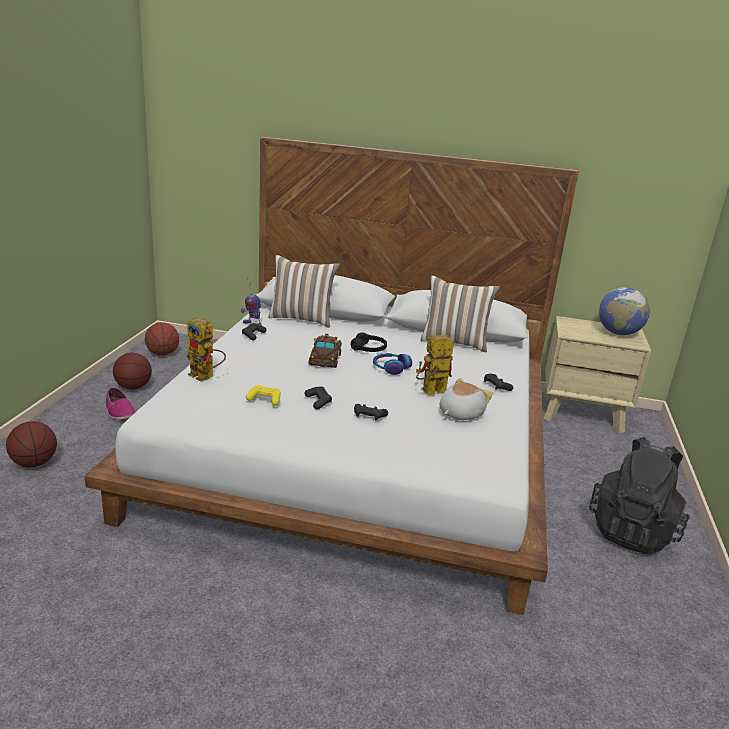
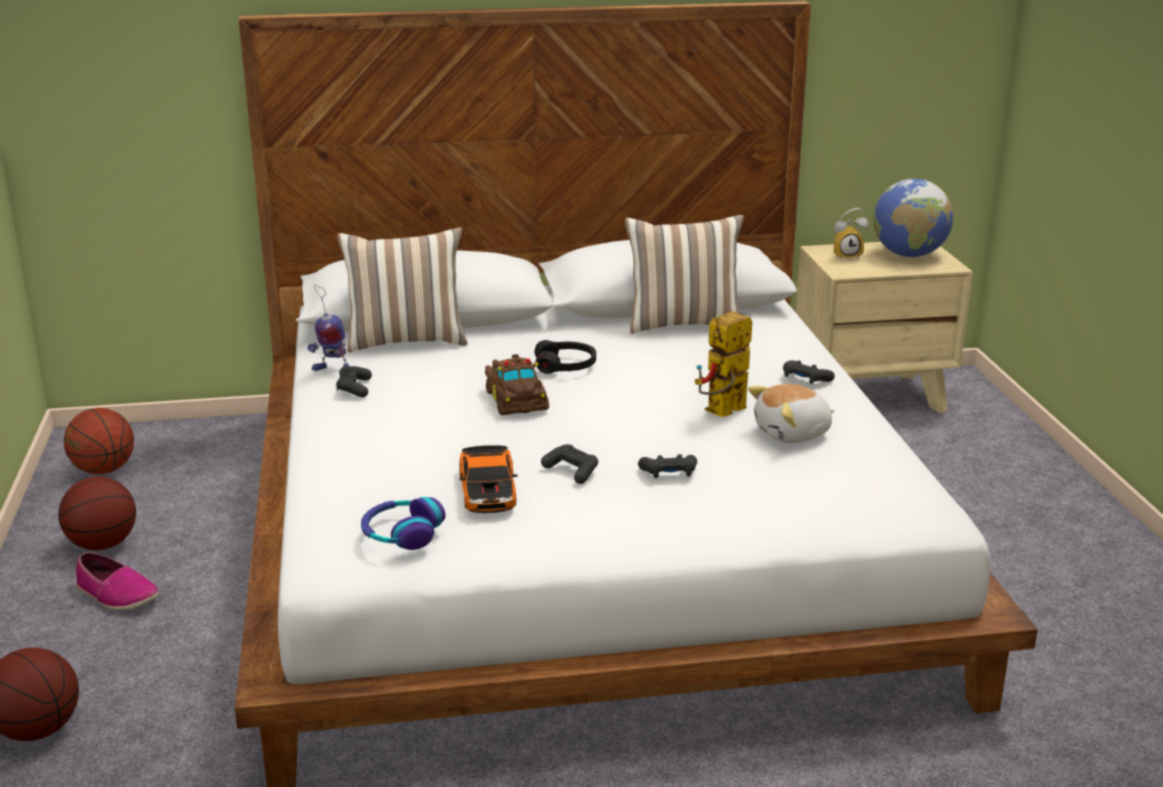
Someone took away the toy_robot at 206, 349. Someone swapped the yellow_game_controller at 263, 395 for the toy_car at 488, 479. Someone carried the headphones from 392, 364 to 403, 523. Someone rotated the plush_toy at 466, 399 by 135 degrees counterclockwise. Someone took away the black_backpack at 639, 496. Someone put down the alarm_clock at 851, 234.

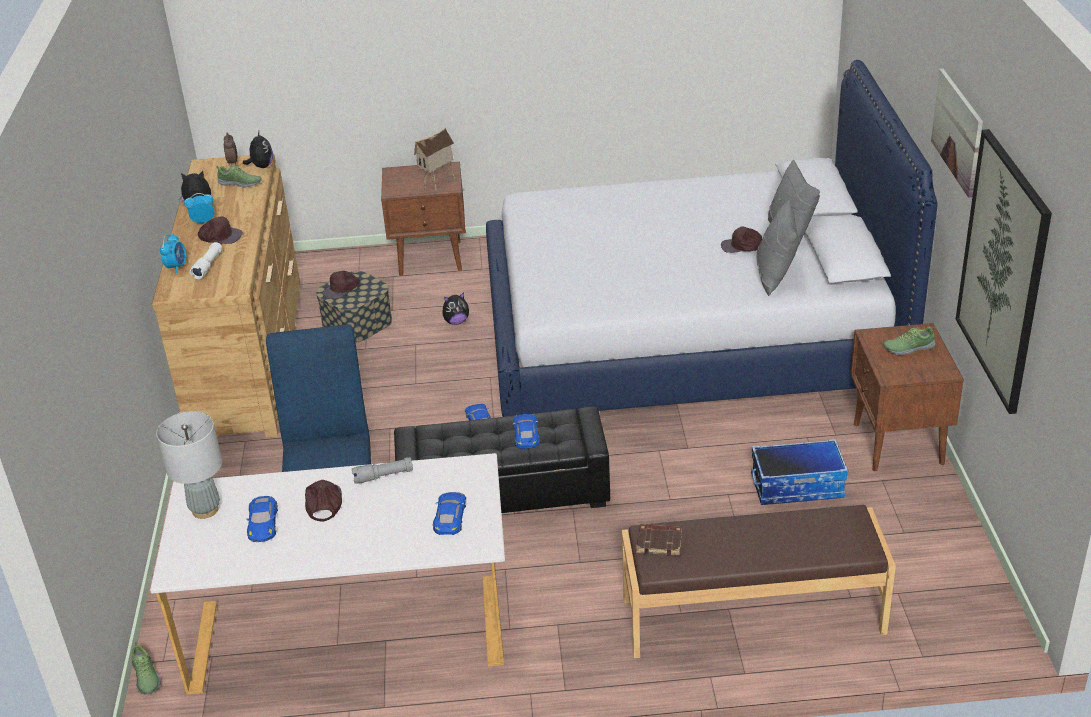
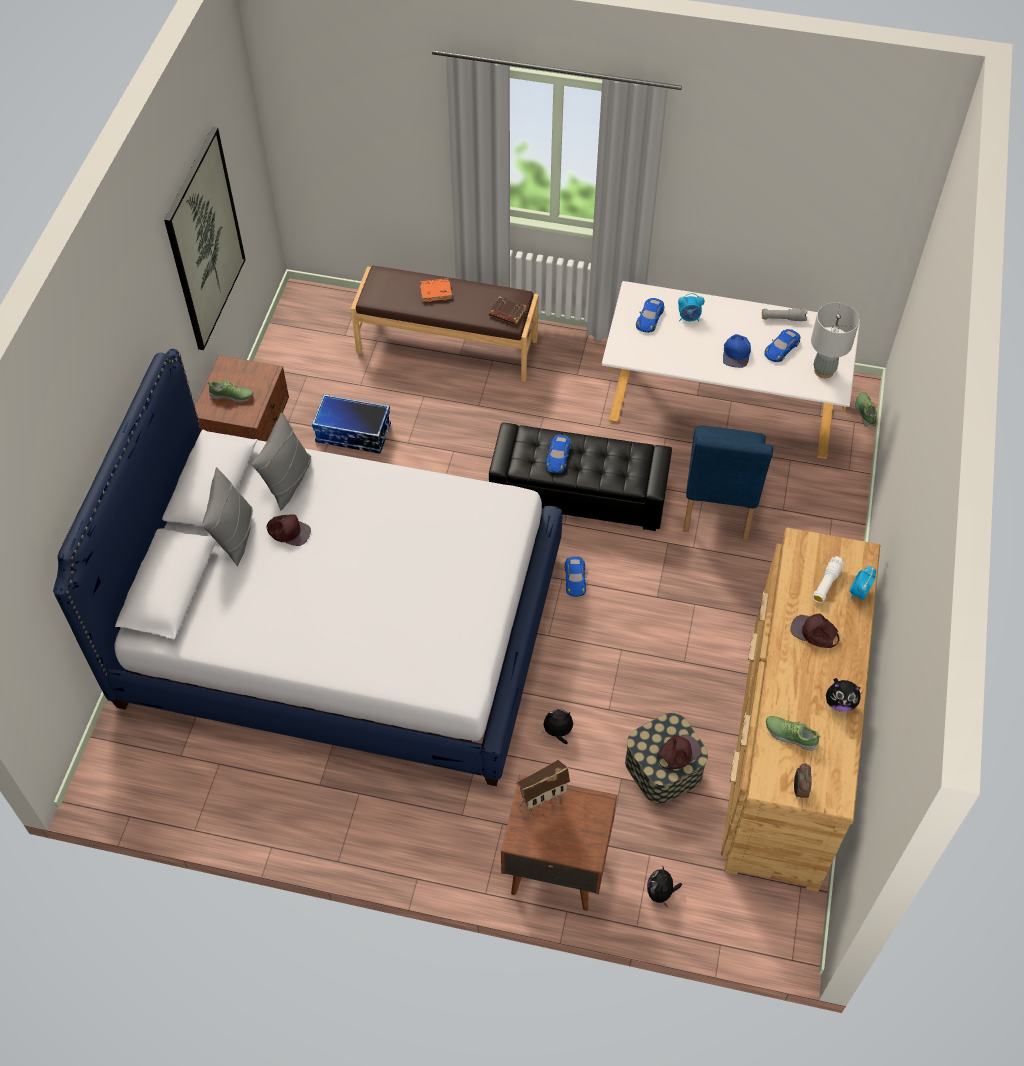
Someone carried the alarm_clock from 199, 208 to 691, 307. Someone carried the plush_toy from 258, 149 to 664, 887. Someone rotated the blue_toy_car at 262, 519 by 150 degrees counterclockwise. Someone repainted the brown_cap at 323, 501, which became the blue_cap at 737, 351. Someone carried the grey_flashlight from 382, 470 to 785, 314. Someone took away the picture at 957, 133. Someone put down the orange_book at 436, 290.

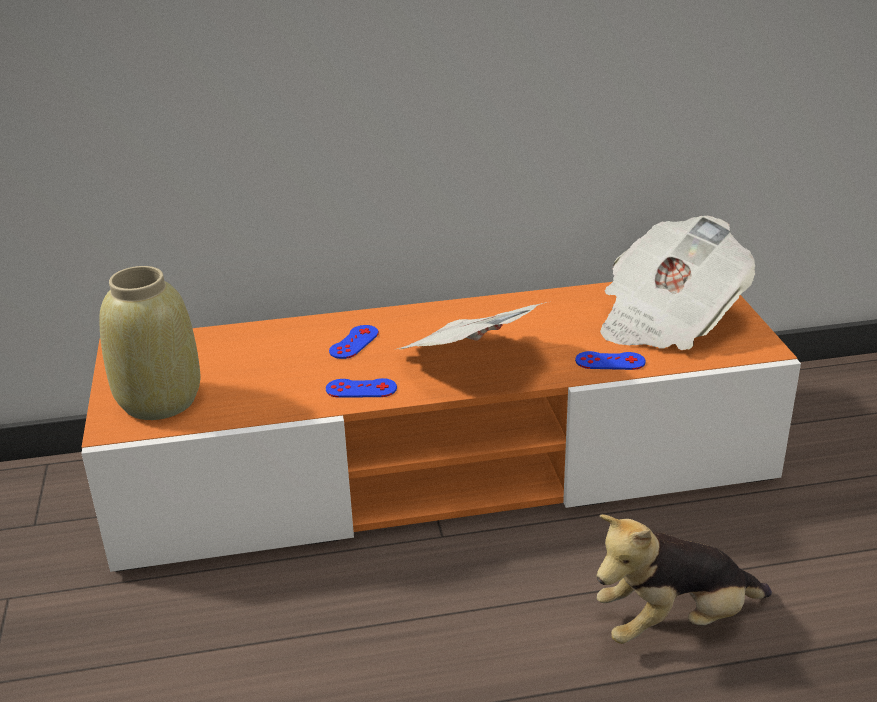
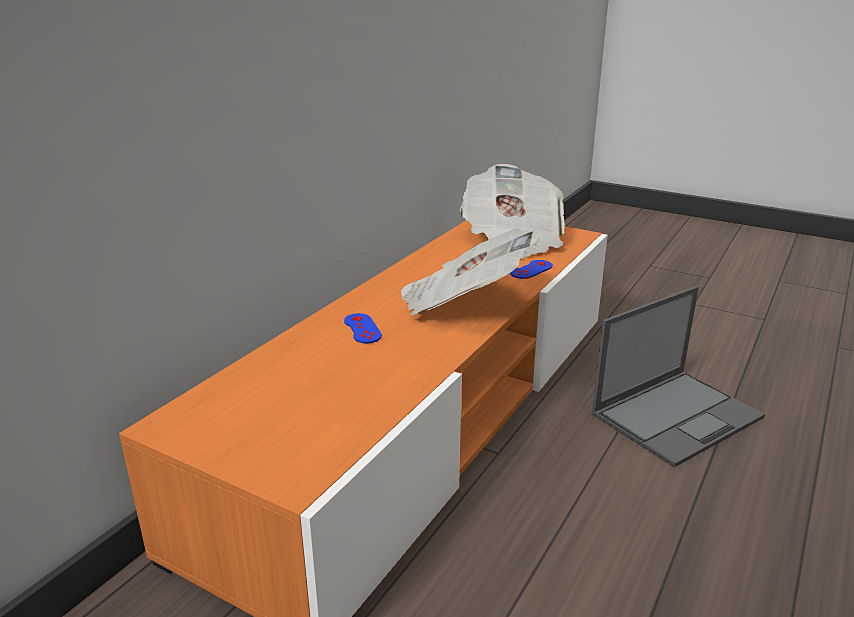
Someone took away the beige_vase at 150, 343. Someone took away the blue_game_controller at 361, 388. Someone swapped the plush_toy at 684, 579 for the laptop at 678, 376.

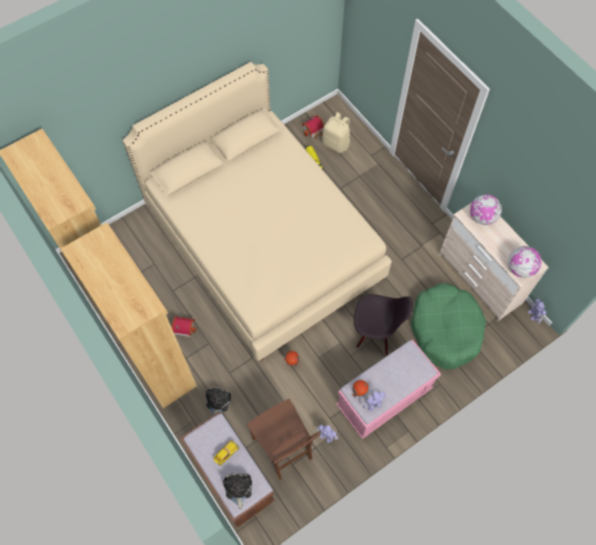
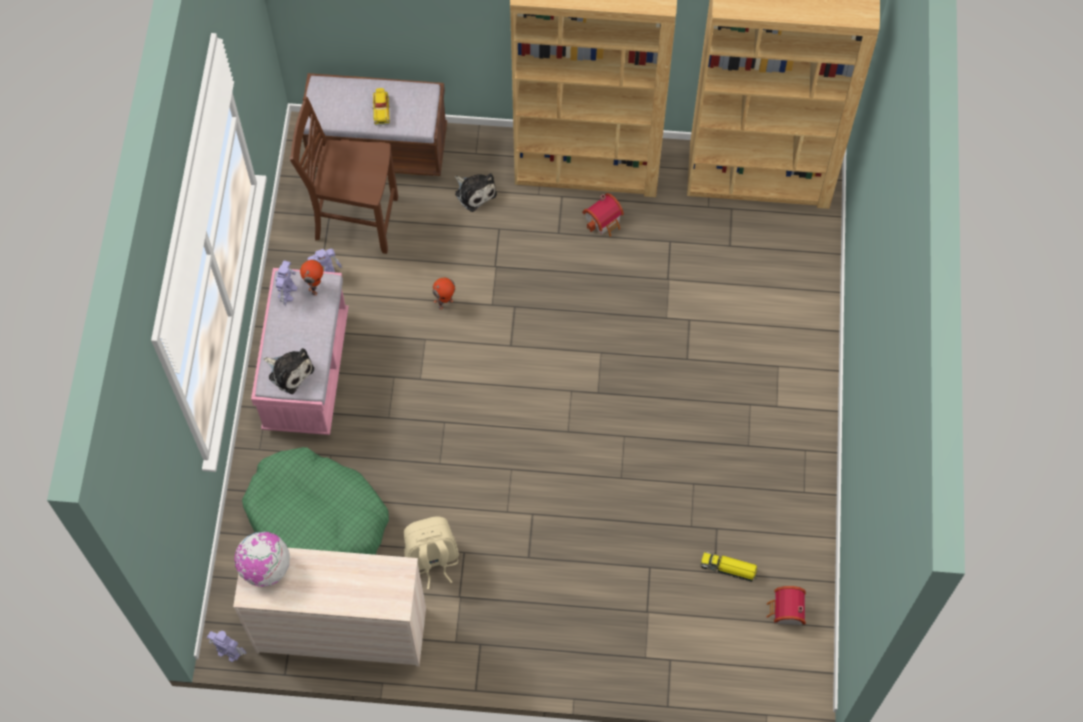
Someone took away the beige_bed at 257, 211. Someone carried the plush_toy from 237, 491 to 289, 371. Someone carried the beige_backpack from 336, 132 to 431, 553. Someone took away the black_chair at 383, 324. Someone took away the globe at 486, 209.

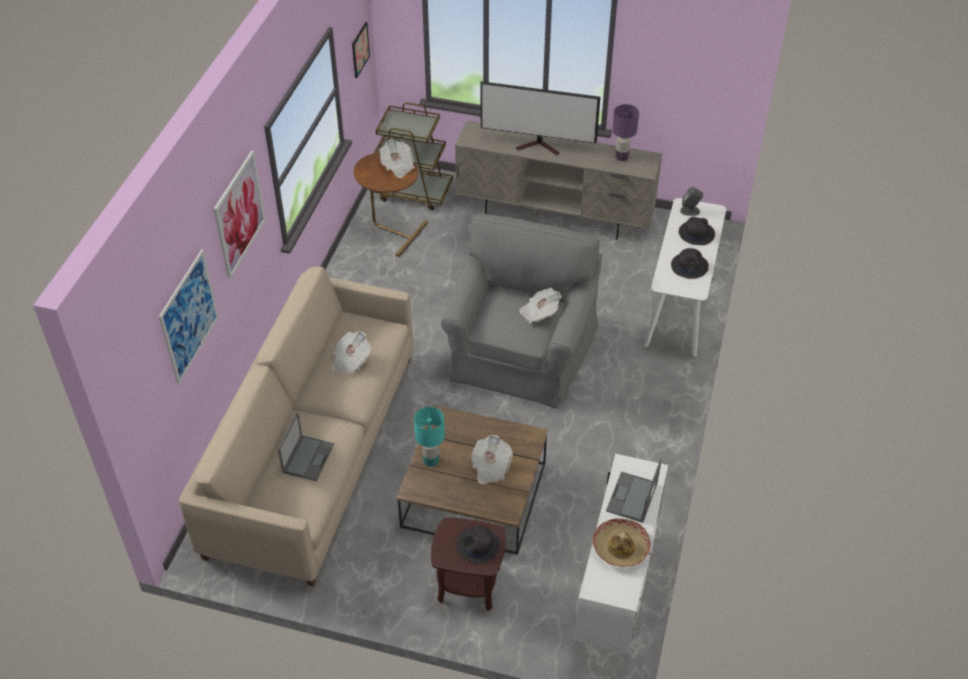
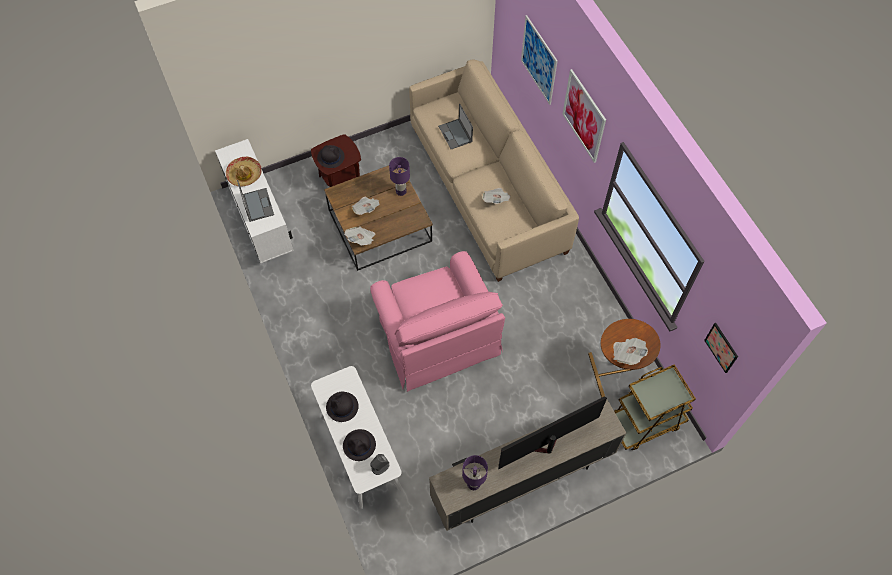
Someone repainted the turquoise_table_lamp at 429, 437, which became the purple_table_lamp at 399, 176. Someone repainted the grey_armchair at 521, 311, which became the pink_armchair at 437, 321. Someone carried the newspaper from 540, 306 to 360, 235.

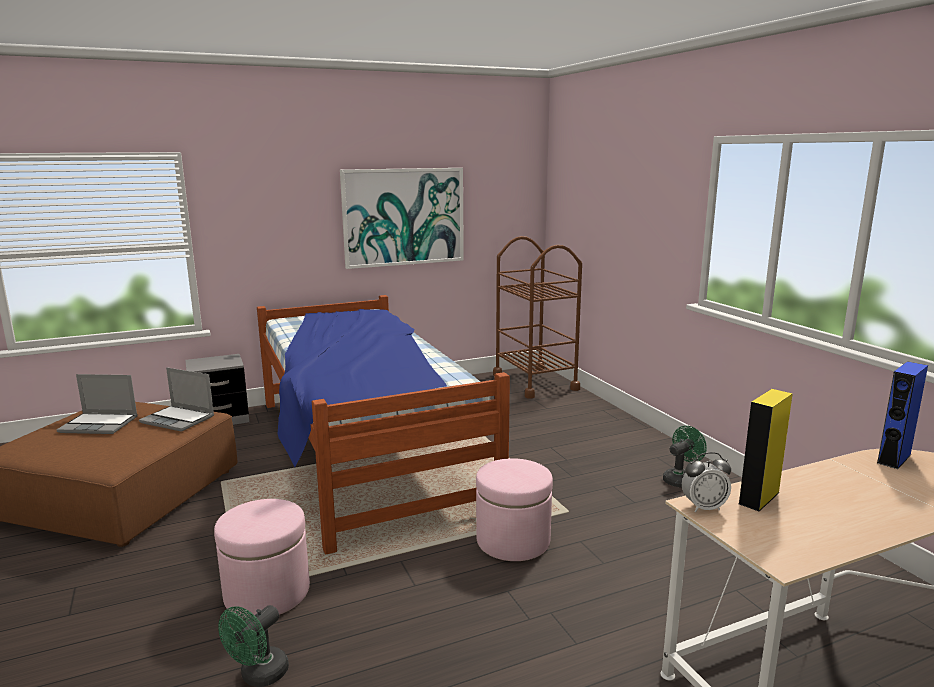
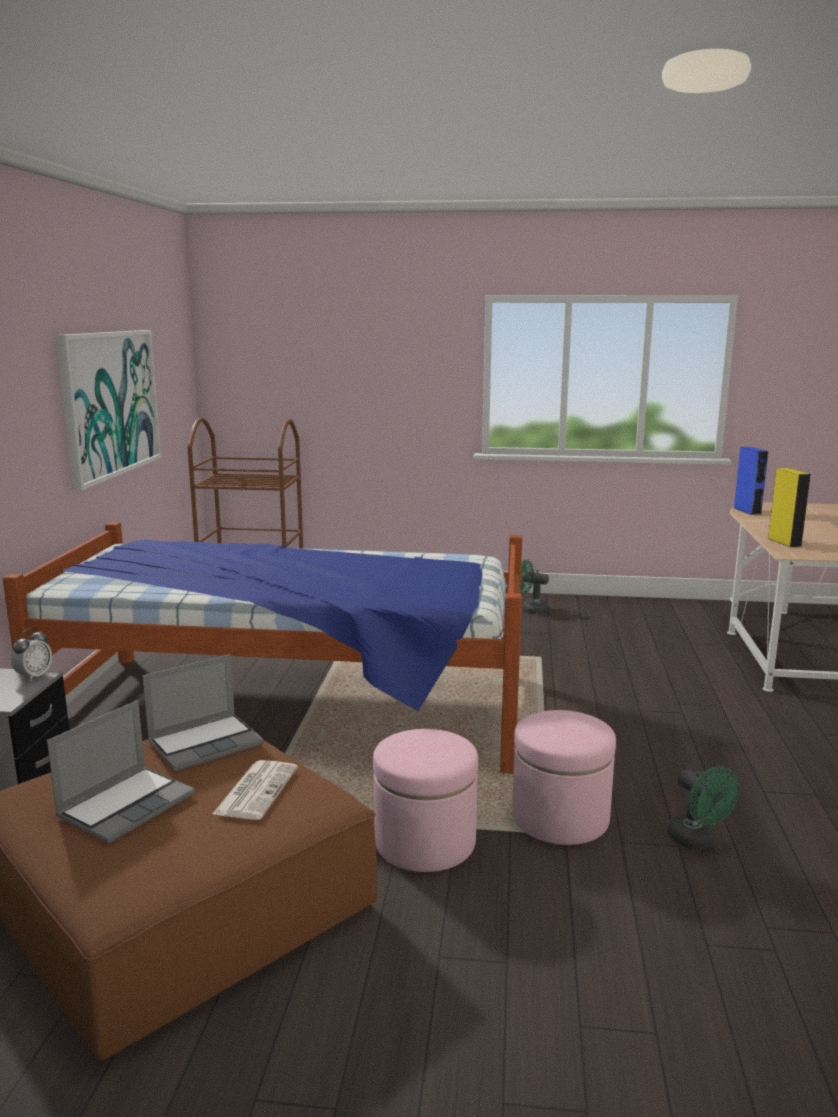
Someone carried the pink_ottoman from 514, 509 to 425, 800. Someone rotated the green_fan at 685, 456 by 60 degrees counterclockwise. Someone carried the alarm_clock from 706, 482 to 31, 654. Someone put down the newspaper at 255, 790.

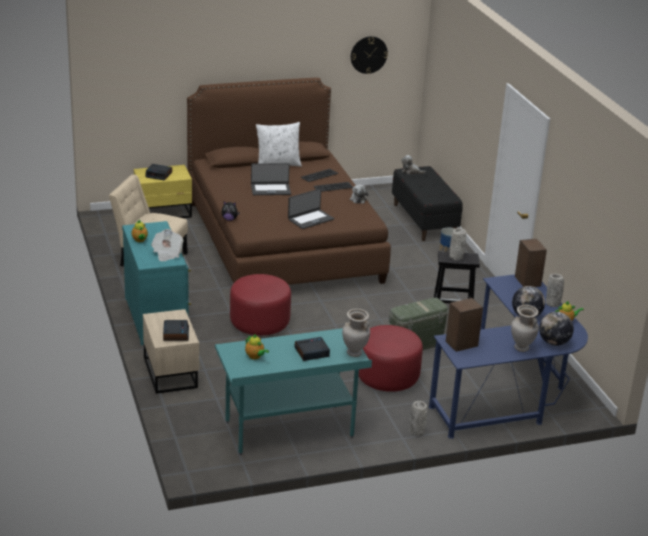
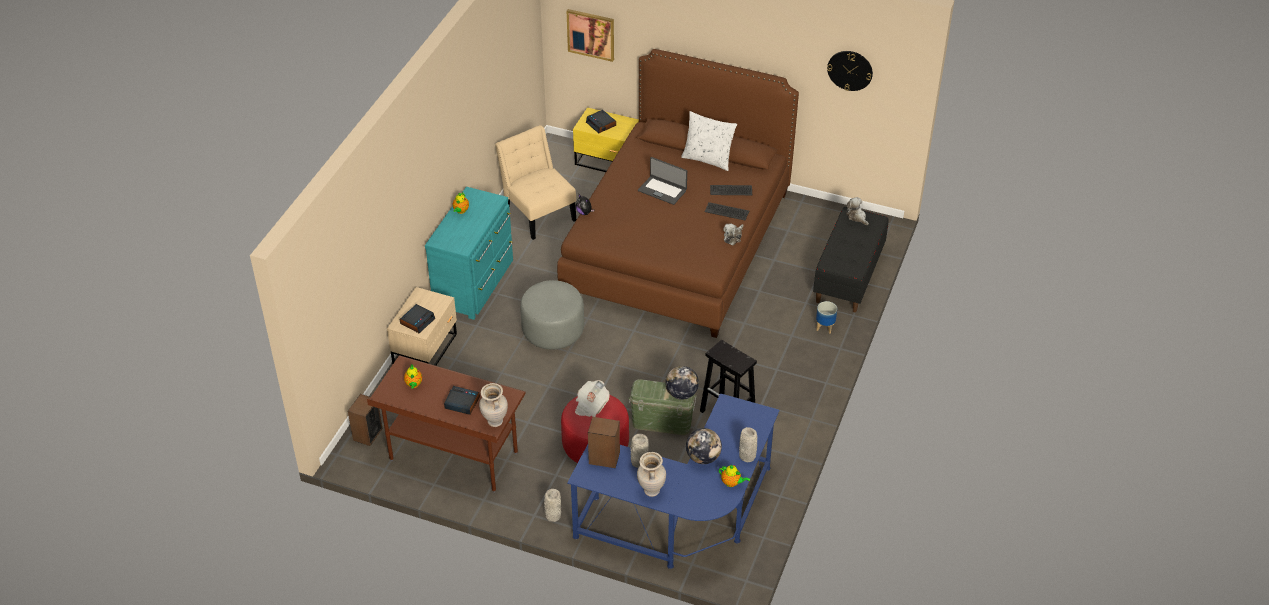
Someone carried the newspaper from 167, 245 to 592, 398. Someone repainted the turquoise_desk at 293, 391, which became the brown_desk at 446, 424. Someone repainted the red_ottoman at 260, 304, which became the grey_ottoman at 552, 315. Someone took away the laptop at 311, 208. Someone carried the grey_vase from 457, 244 to 640, 451. Someone carried the speaker from 531, 263 to 365, 420. Someone carried the globe from 556, 329 to 682, 383. Someone put up the picture at 590, 35.

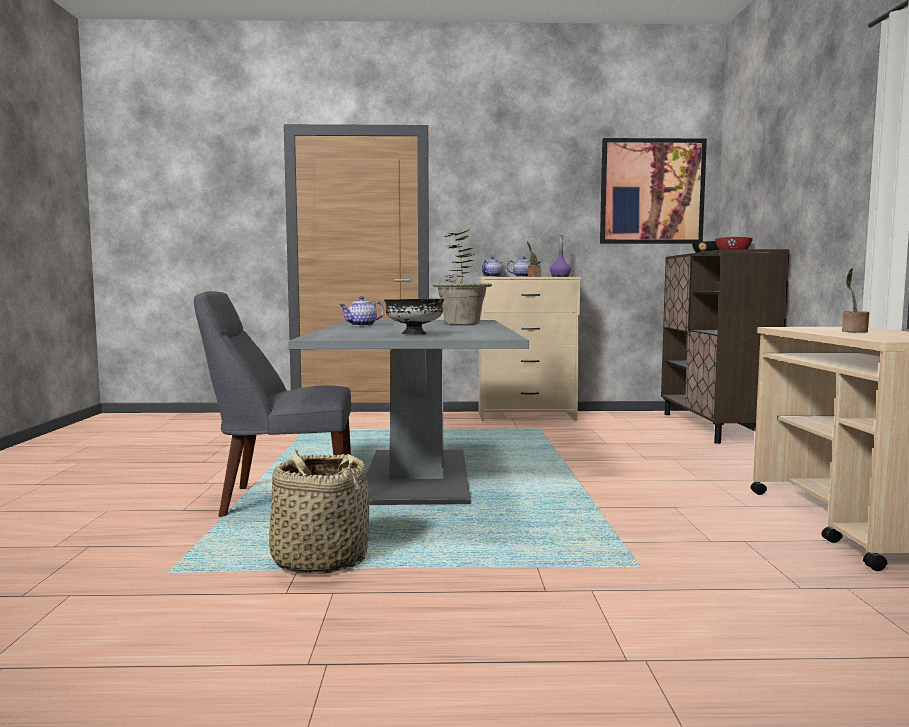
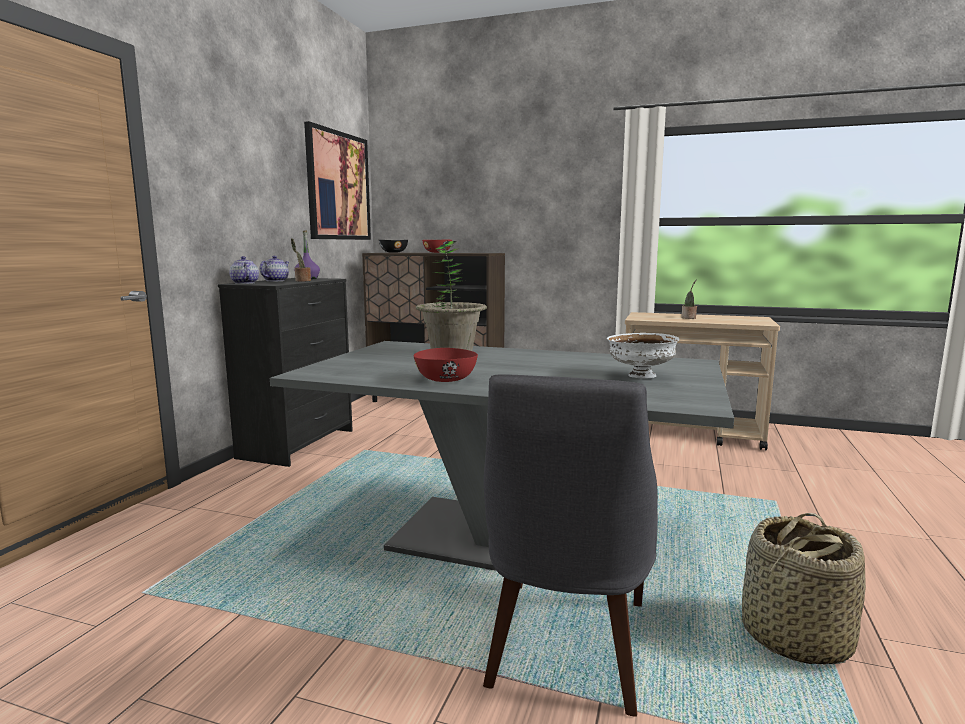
Someone swapped the teapot at 361, 311 for the red_bowl at 445, 365. Someone repainted the black_bowl at 414, 316, which became the white_bowl at 643, 355. Someone repainted the beige_dresser at 530, 349, which became the black_dresser at 285, 372.

